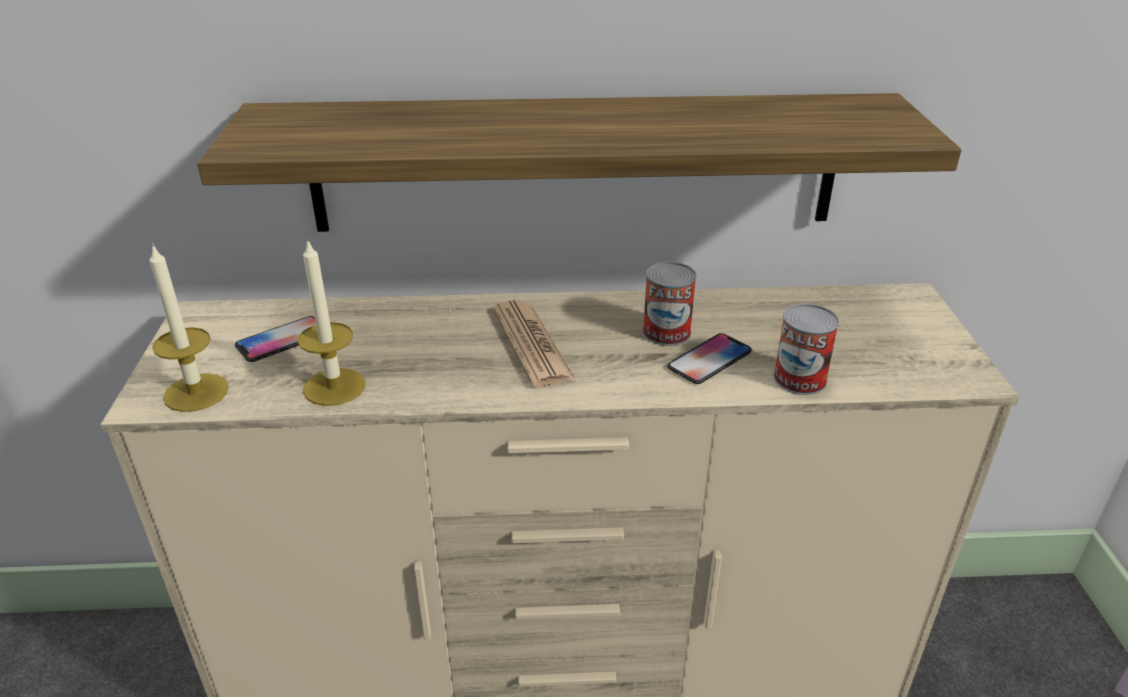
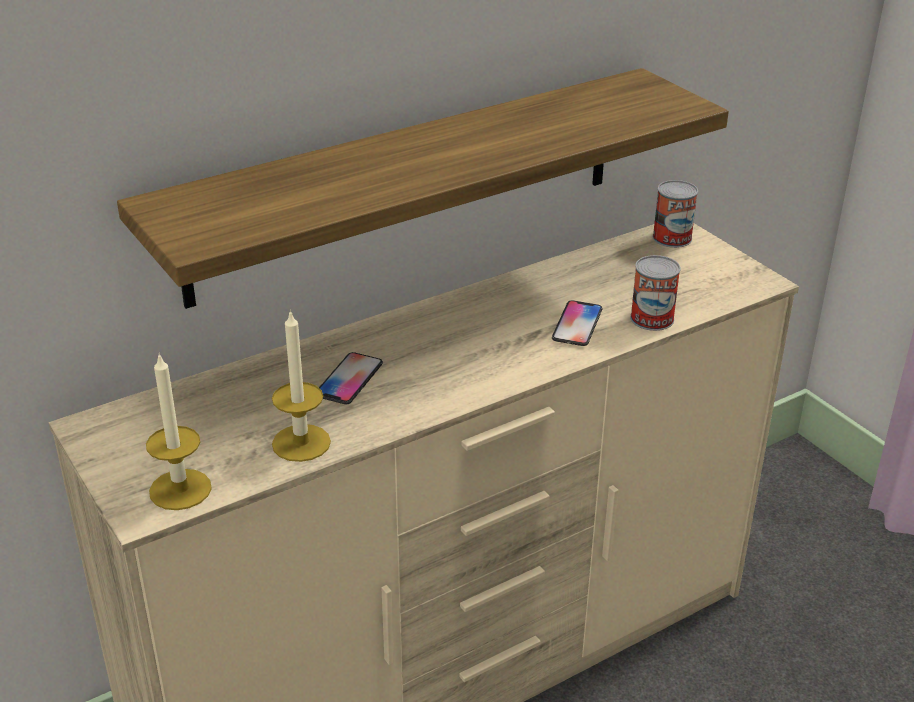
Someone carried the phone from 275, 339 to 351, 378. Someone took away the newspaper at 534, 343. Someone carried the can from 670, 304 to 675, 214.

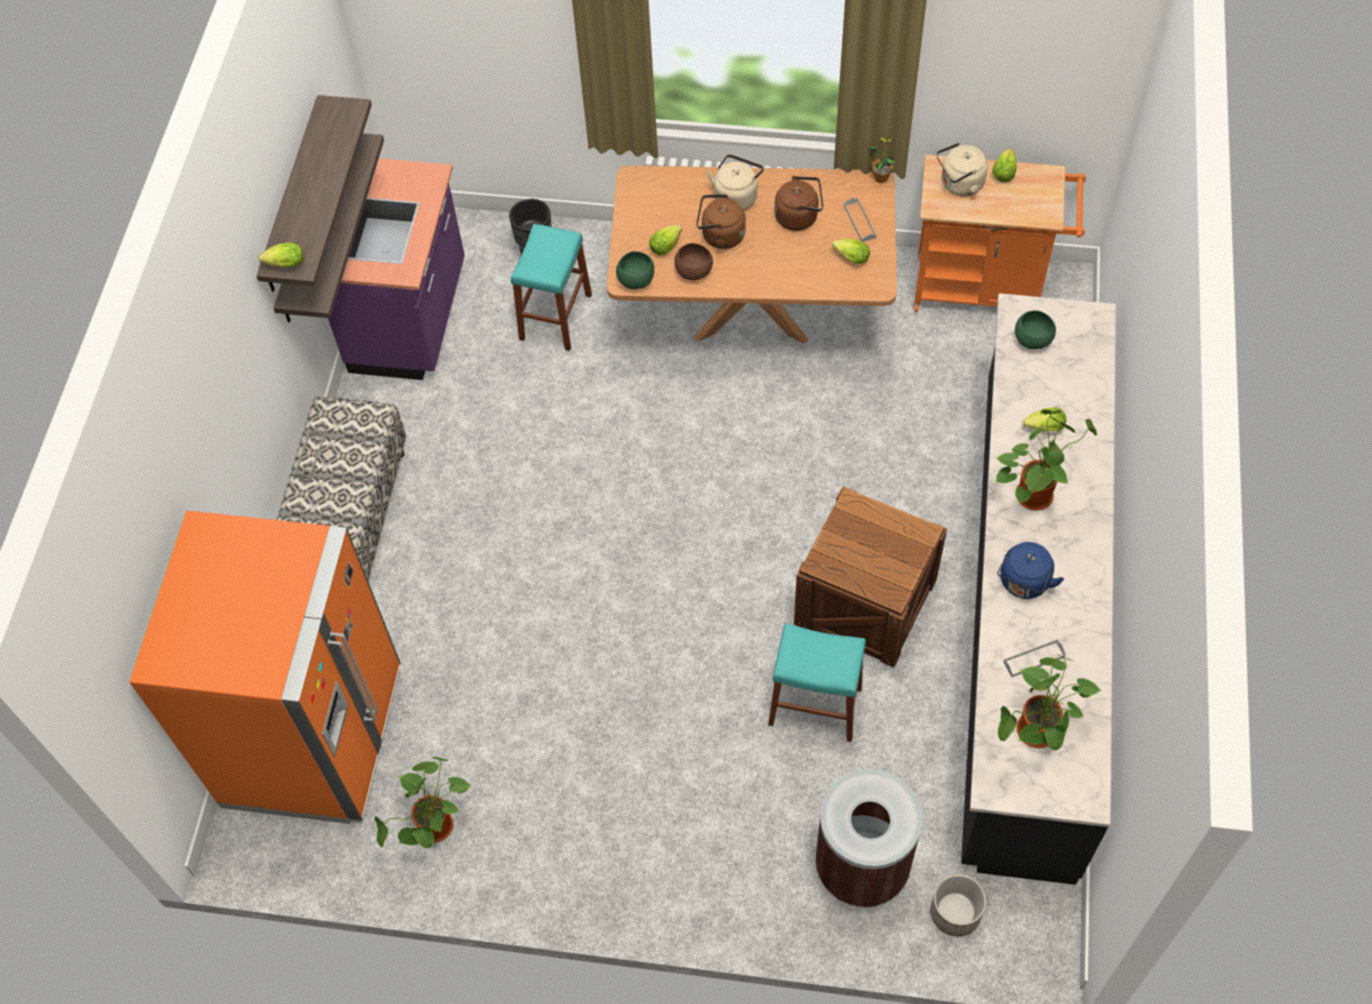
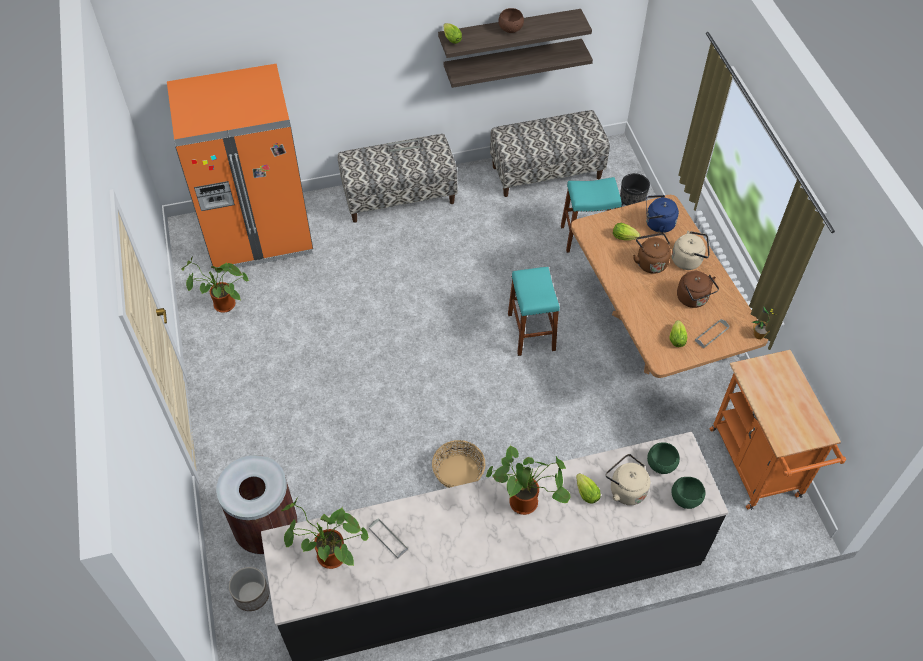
Someone swapped the purple_counter at 396, 269 for the bench at 550, 153. Someone carried the green_bowl from 635, 270 to 688, 493. Someone carried the brown_bowl from 693, 261 to 511, 20. Someone carried the turquoise_stool from 817, 683 to 534, 311. Someone swapped the crate at 870, 576 for the basket at 458, 464. Someone carried the beige_kettle from 962, 169 to 628, 479. Someone took away the lettuce at 1004, 165. Someone carried the blue_kettle from 1030, 570 to 662, 214.

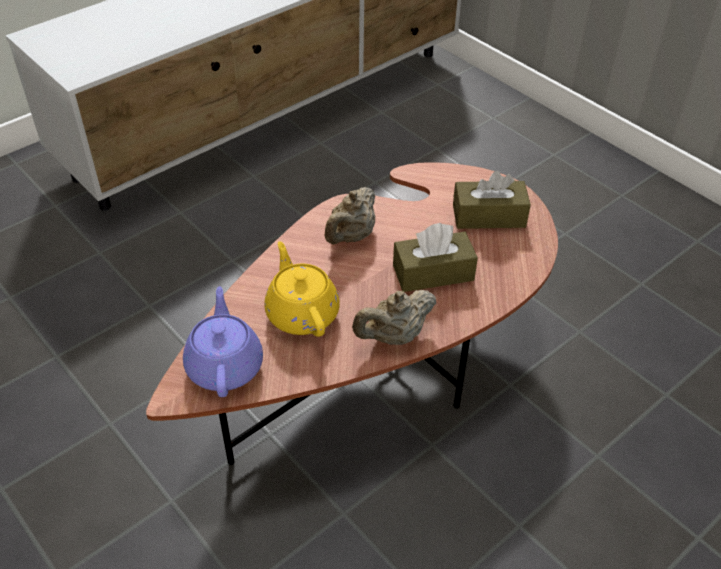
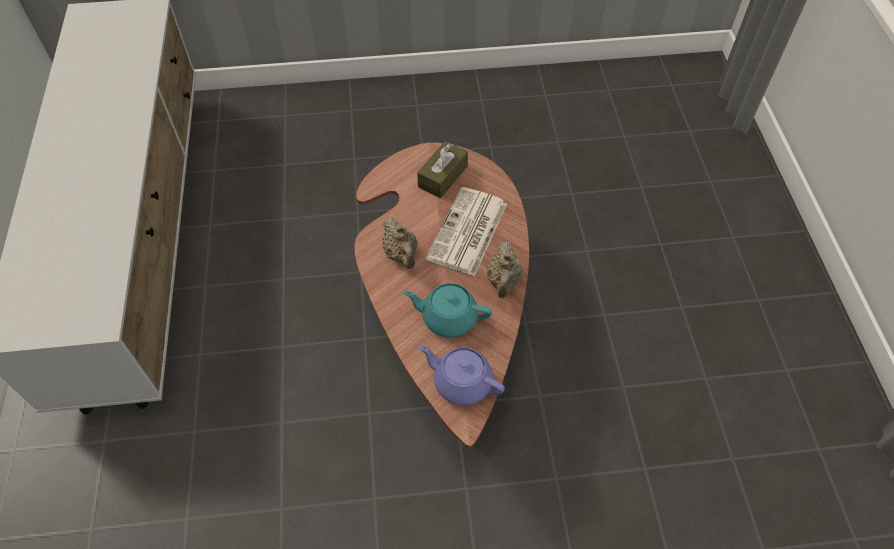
Someone repainted the yellow_teapot at 302, 289, which became the turquoise_teapot at 447, 310. Someone swapped the brown_tissue_box at 435, 257 for the newspaper at 466, 231.

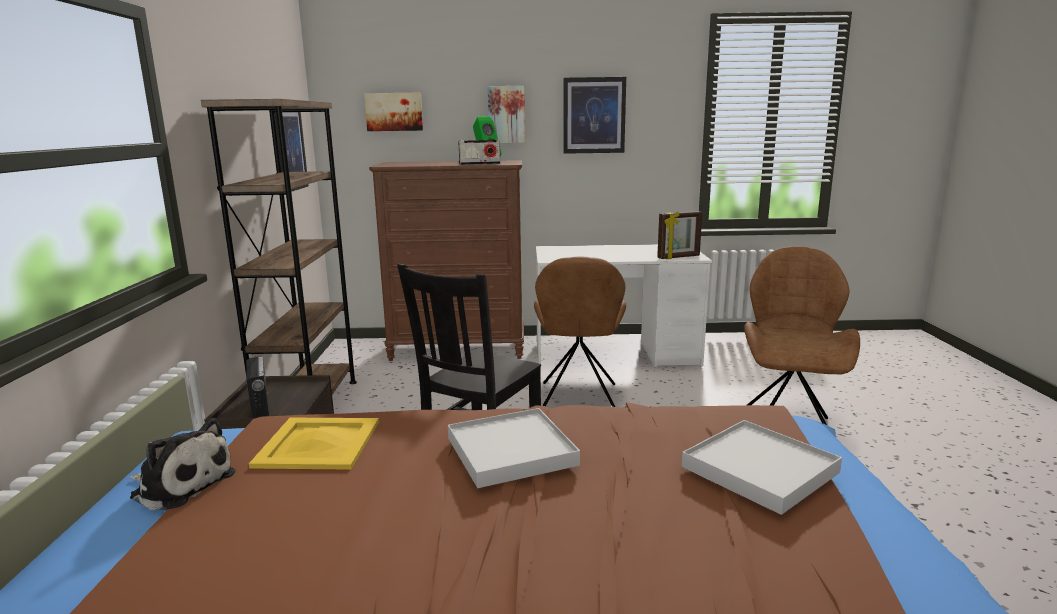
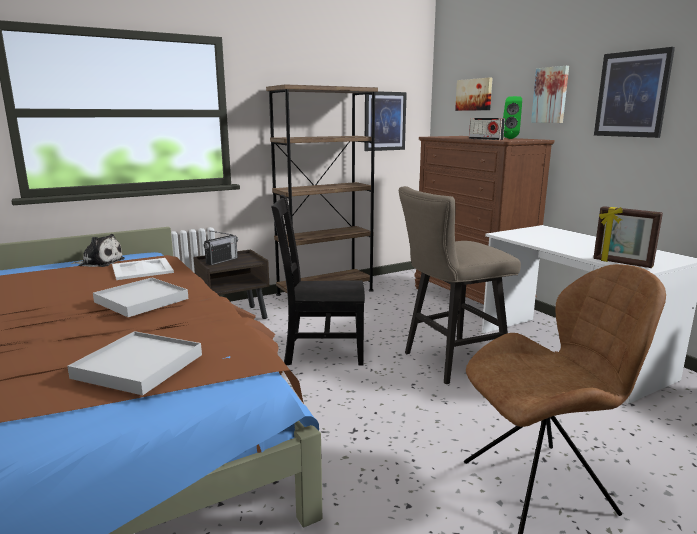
Someone rotated the plush_toy at 183, 464 by 75 degrees counterclockwise. Someone repainted the yellow_tray at 314, 444, which became the white_tray at 143, 269. Someone swapped the brown_chair at 580, 332 for the beige_stool at 459, 285.

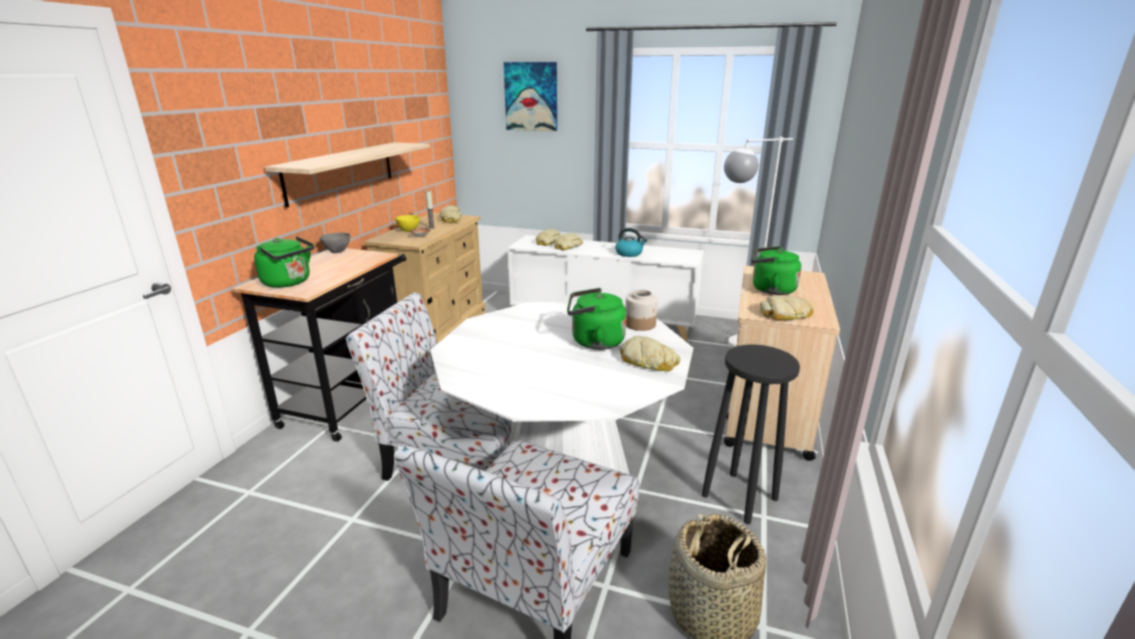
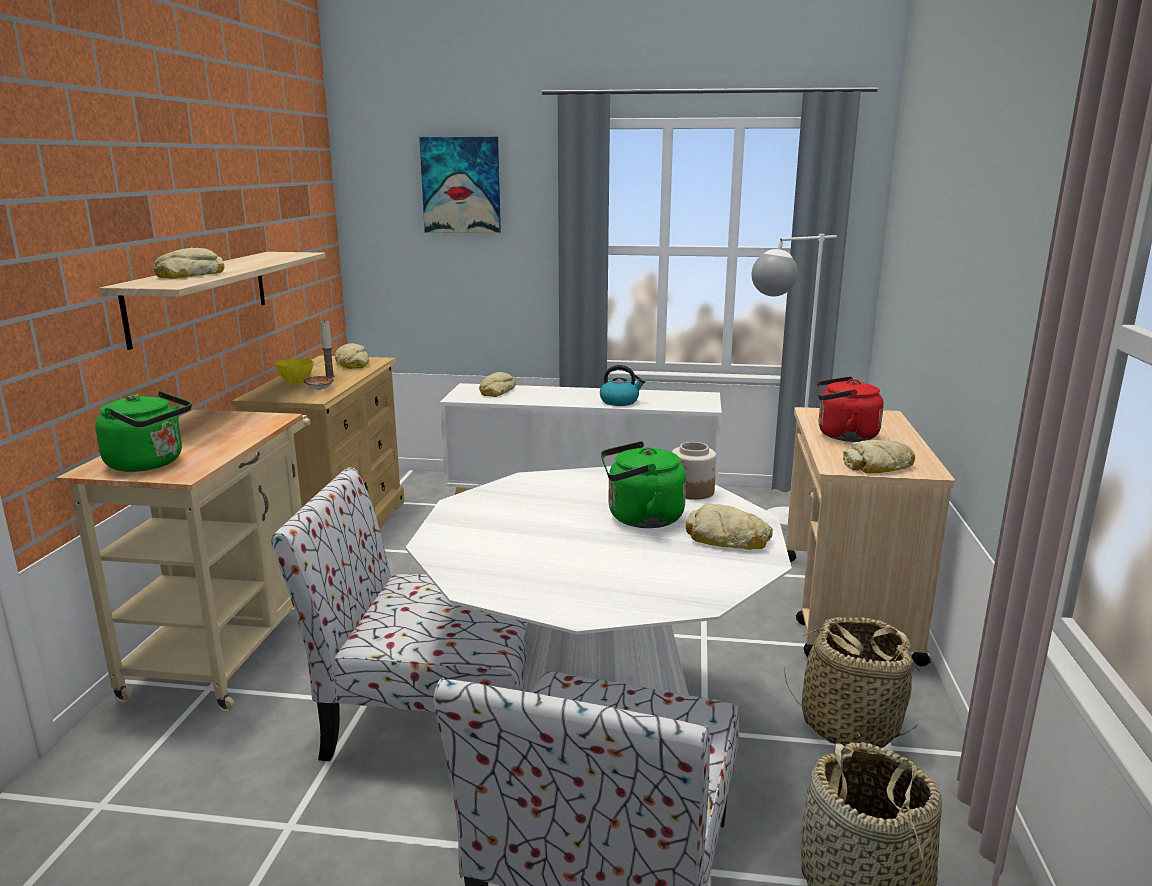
Someone repainted the black_cart at 319, 345, which became the beige_cart at 183, 560. Someone took away the grey_bowl at 335, 243. Someone carried the bread from 568, 241 to 189, 263. Someone swapped the black_stool at 751, 434 for the basket at 852, 682. Someone repainted the green_kettle at 776, 270, which became the red_kettle at 850, 409.

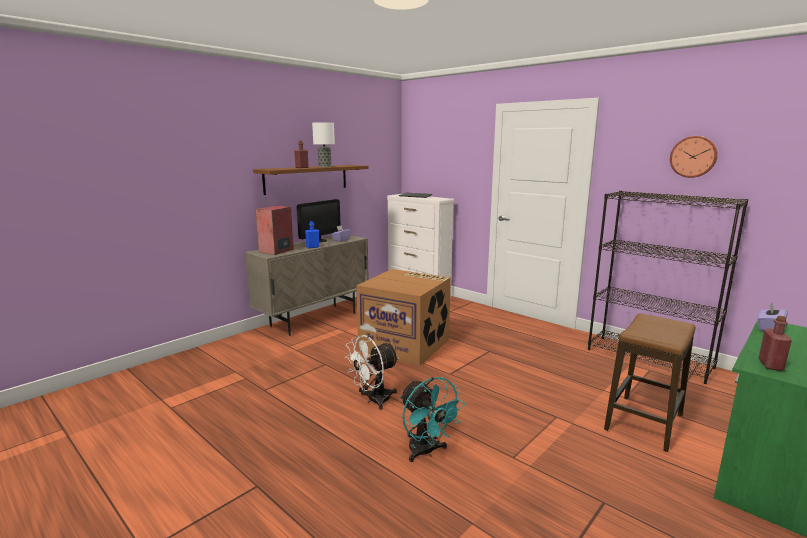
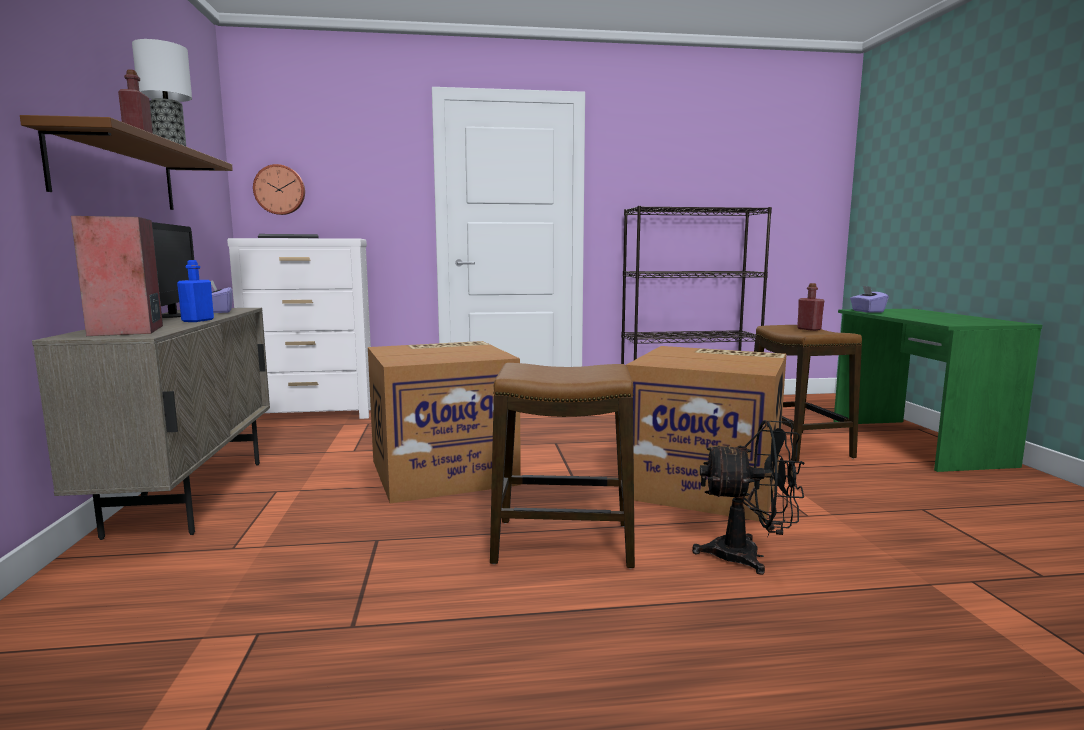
Someone swapped the white_fan at 371, 372 for the stool at 562, 466. Someone repainted the turquoise_fan at 432, 419, which became the black_fan at 748, 497. Someone carried the wall_clock from 694, 157 to 279, 189. Someone carried the red_bottle from 775, 343 to 810, 307. Someone put down the cardboard_box at 706, 434.

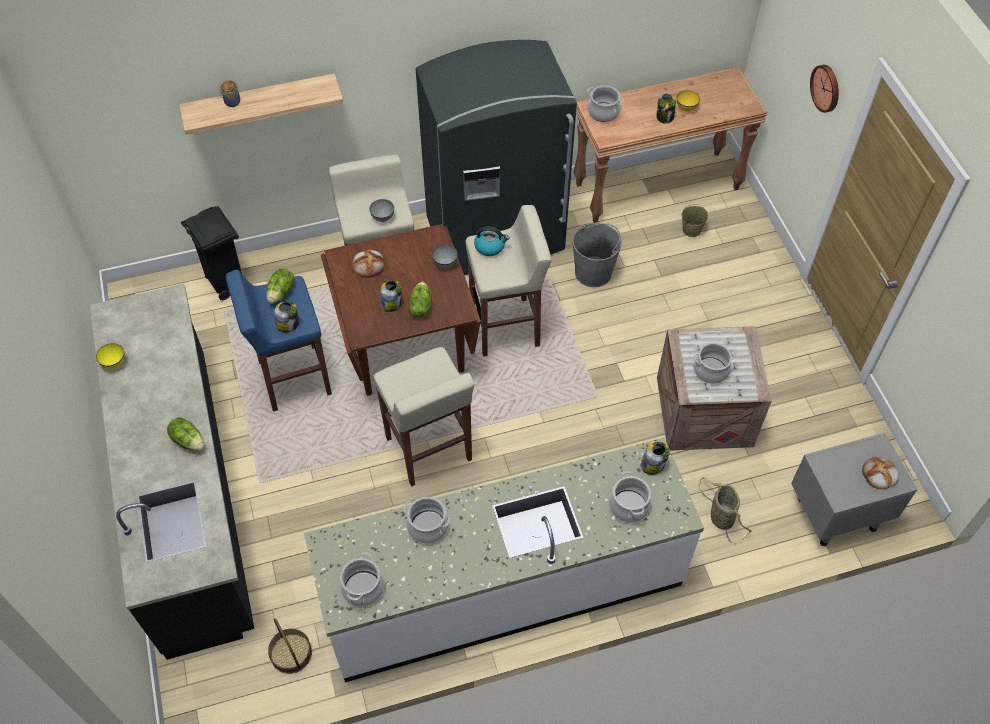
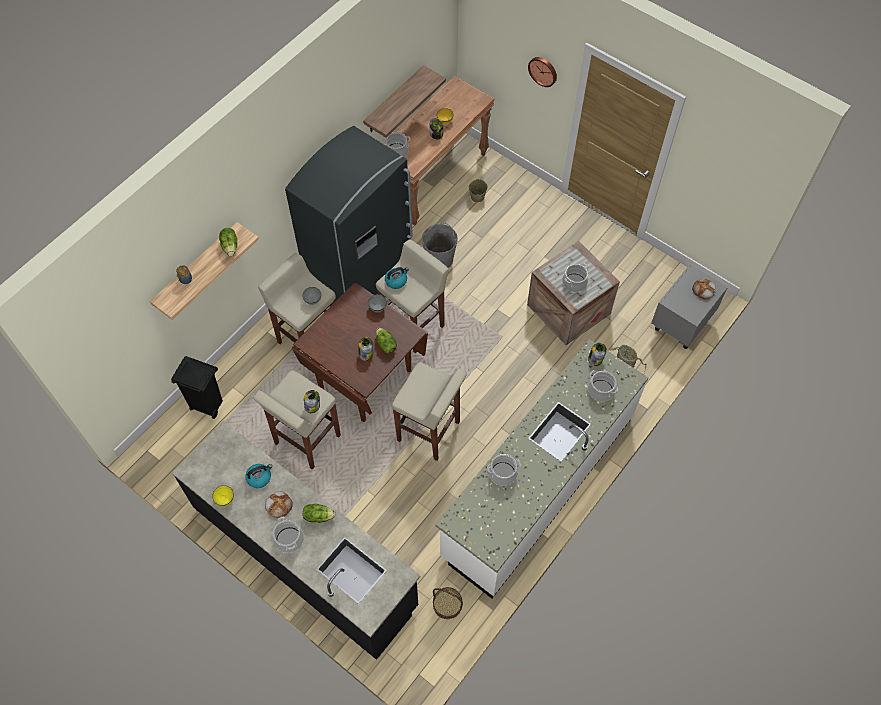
Someone repainted the blue_stool at 279, 340, which became the beige_stool at 297, 420. Someone carried the lettuce from 281, 286 to 228, 242. Someone carried the cooking_pot from 362, 580 to 288, 535. Someone carried the bread from 368, 264 to 279, 504. Someone put down the kettle at 258, 476. Someone put up the shelf at 404, 101.

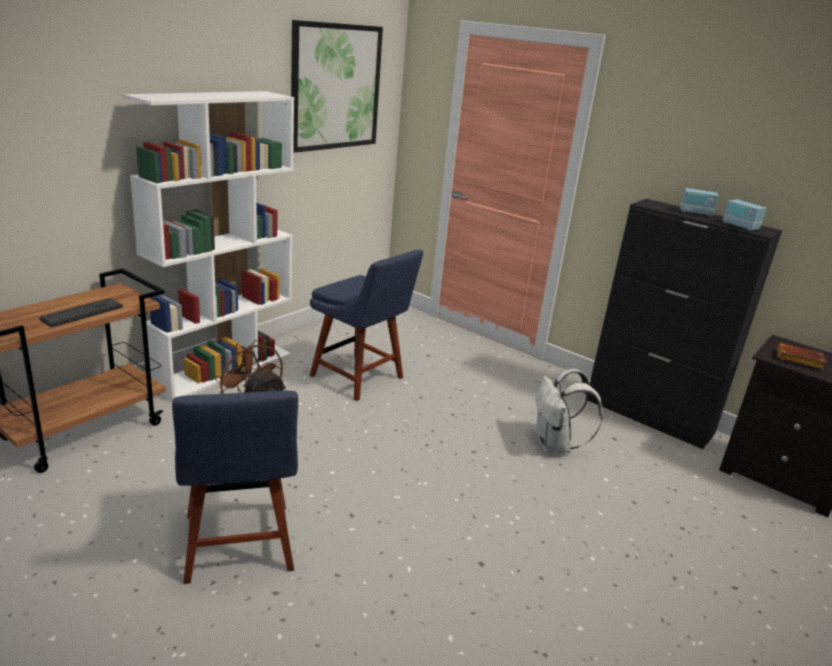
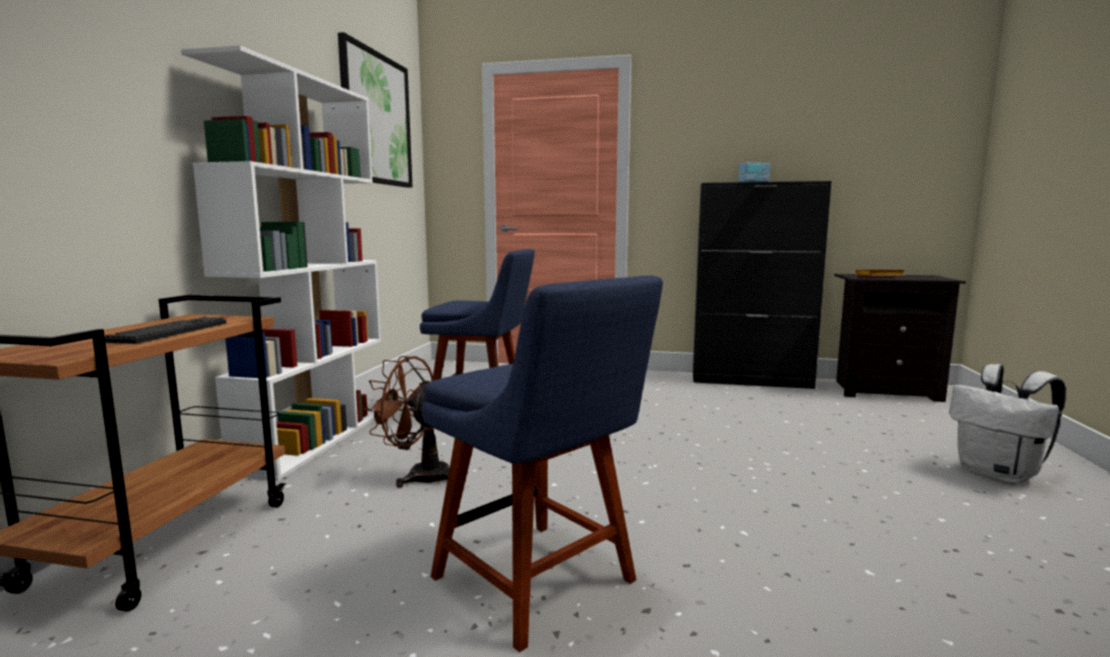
Someone carried the white_backpack from 569, 411 to 1007, 424. Someone took away the radio at 746, 211.

